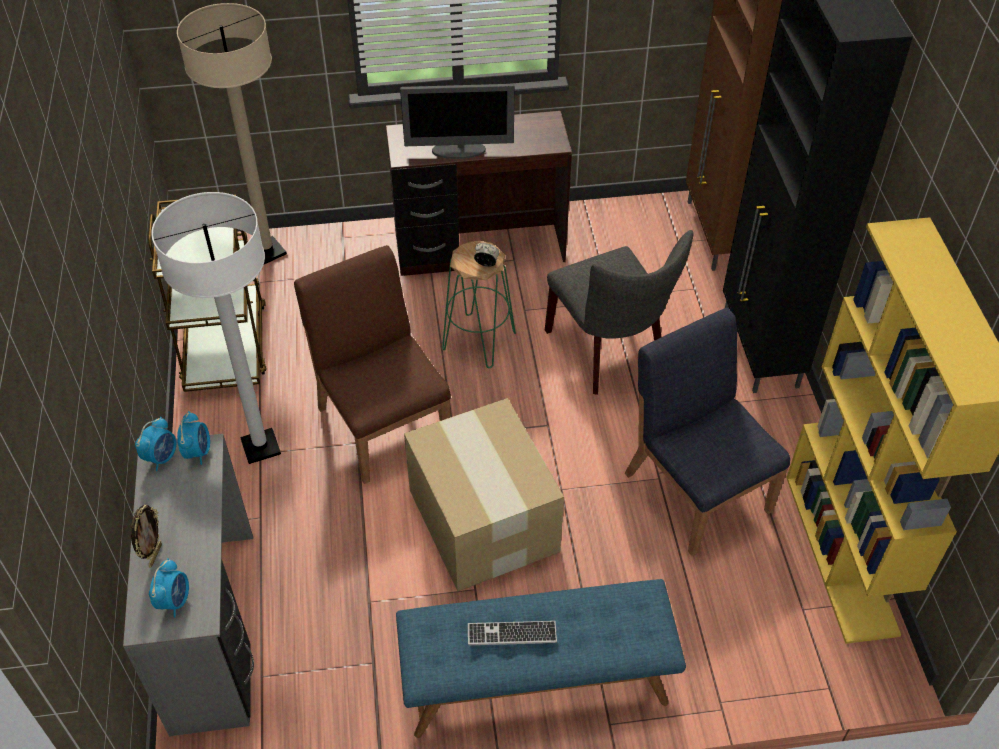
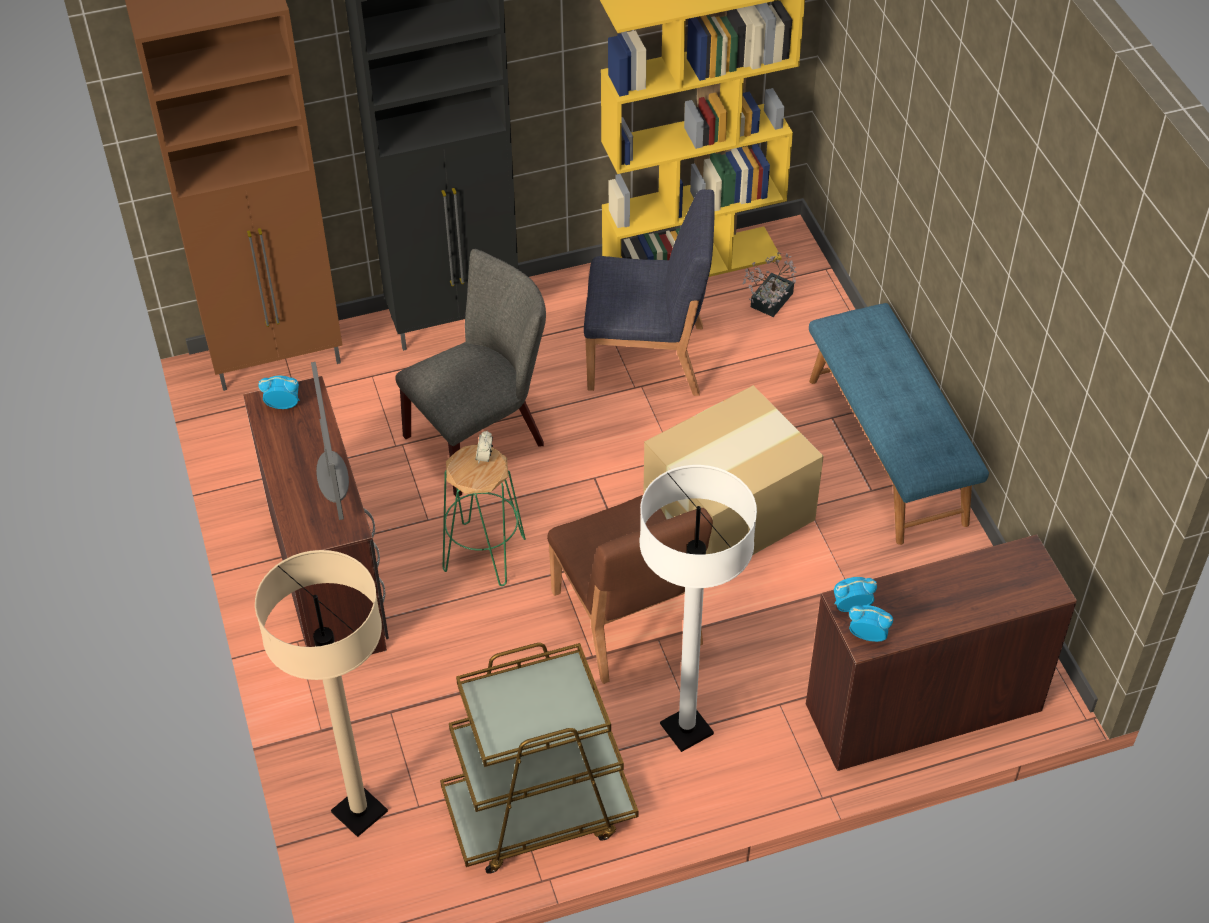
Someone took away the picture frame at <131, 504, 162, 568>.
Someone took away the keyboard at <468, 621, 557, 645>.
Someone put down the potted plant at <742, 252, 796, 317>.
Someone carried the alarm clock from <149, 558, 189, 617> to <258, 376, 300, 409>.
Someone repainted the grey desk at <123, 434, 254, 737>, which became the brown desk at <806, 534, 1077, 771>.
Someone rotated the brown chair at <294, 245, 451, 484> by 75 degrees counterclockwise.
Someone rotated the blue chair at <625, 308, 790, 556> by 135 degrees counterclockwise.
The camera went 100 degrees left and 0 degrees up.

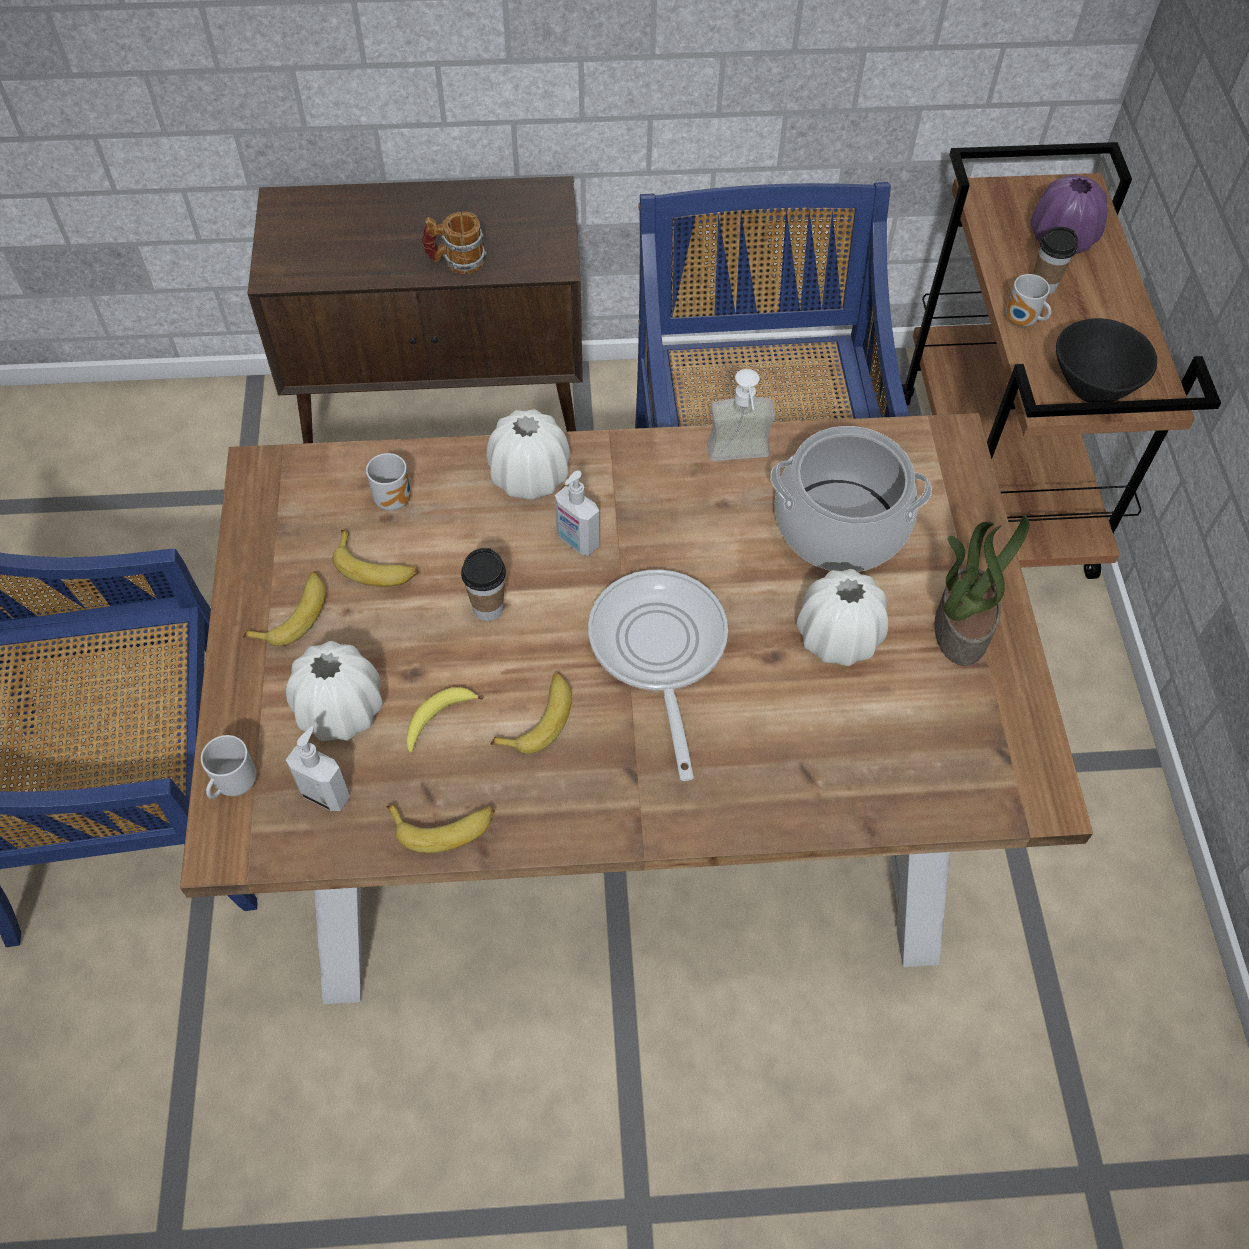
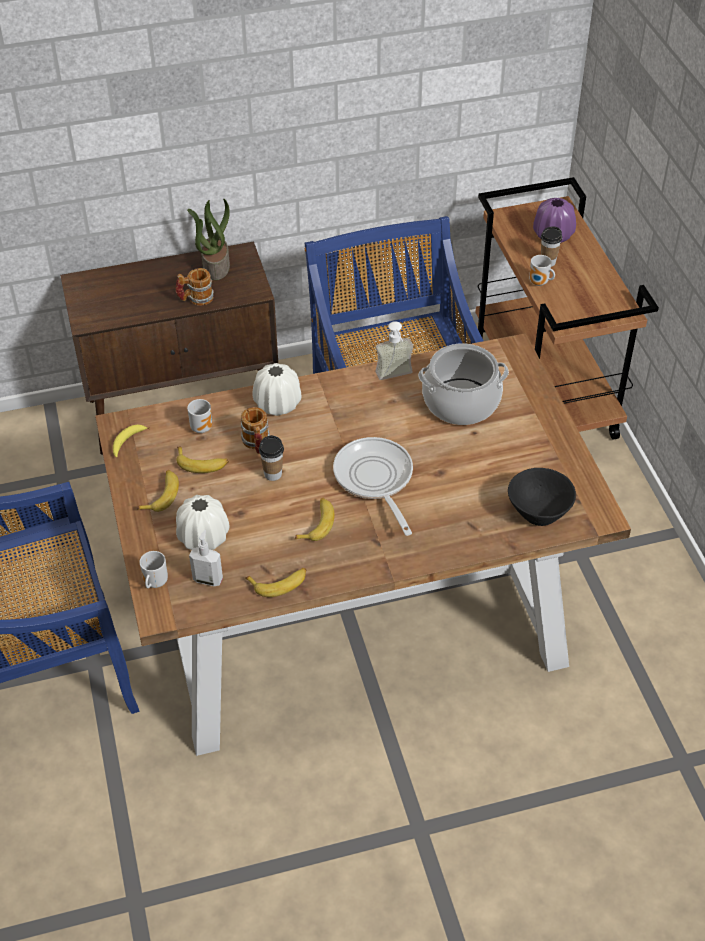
Someone took away the soap dispenser at <555, 471, 599, 556>.
Someone took away the white vase at <796, 569, 888, 666>.
Someone put down the mug at <241, 407, 270, 454>.
Someone carried the banana from <406, 687, 483, 752> to <113, 425, 150, 457>.
Someone carried the potted plant from <934, 515, 1029, 666> to <187, 198, 230, 280>.
Someone carried the black bowl from <1056, 318, 1157, 403> to <508, 468, 576, 526>.
The camera went 10 degrees left and 10 degrees down.

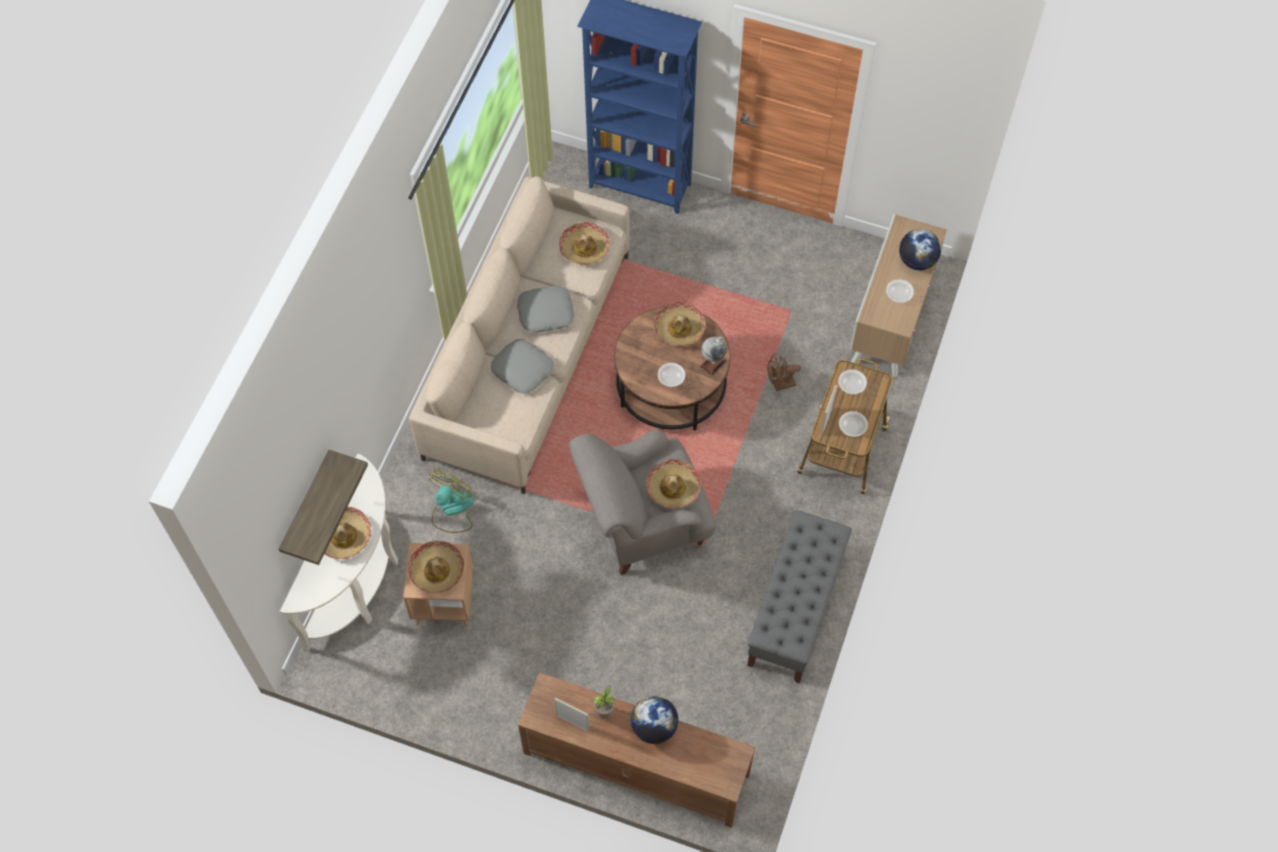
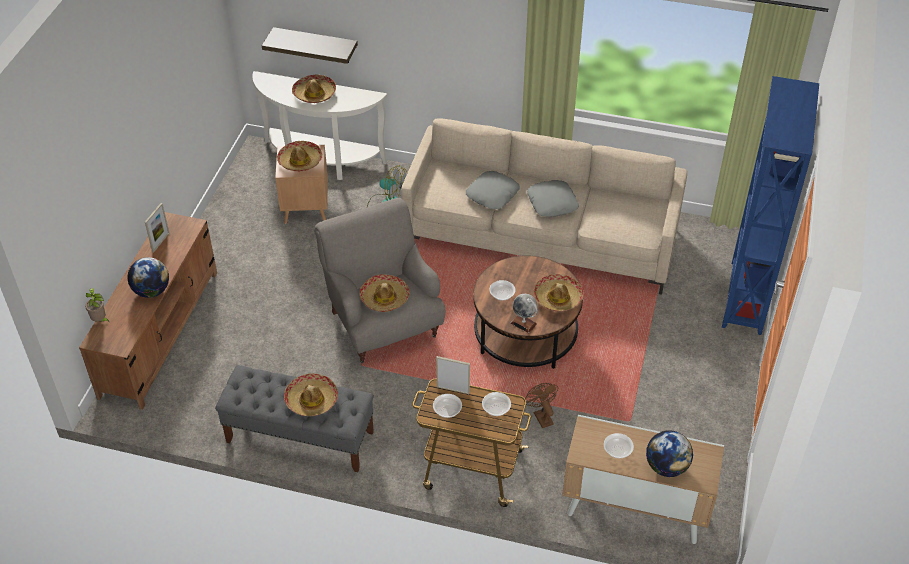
Someone carried the hat from <559, 222, 610, 265> to <284, 373, 338, 416>.
Someone carried the potted plant from <593, 685, 615, 719> to <85, 288, 110, 323>.
The camera went 85 degrees right and 15 degrees down.

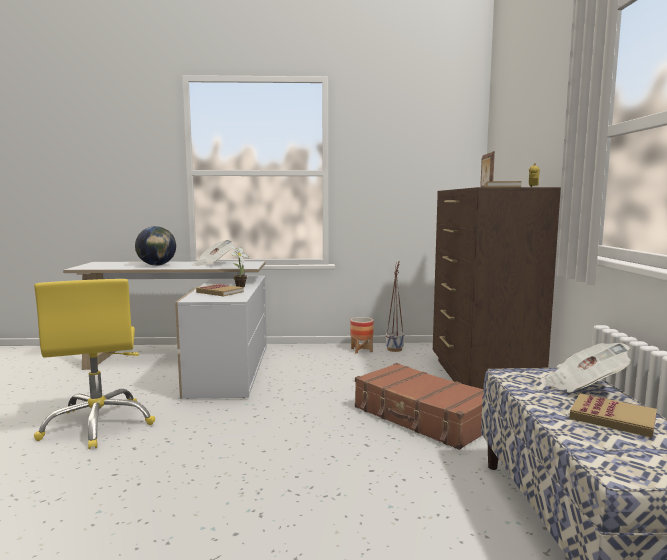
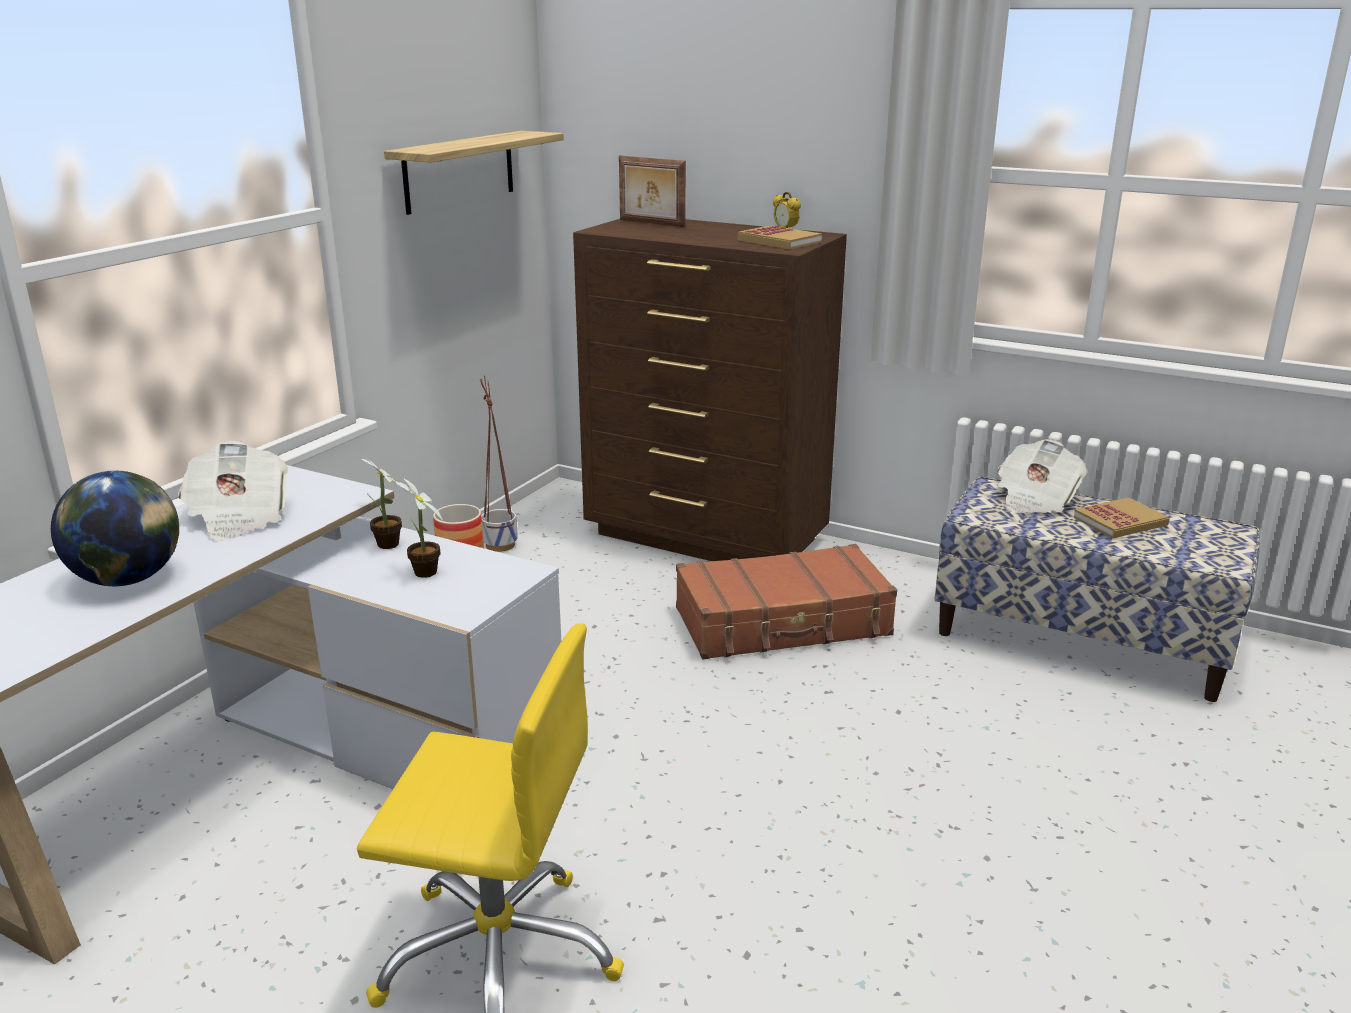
Someone put up the shelf at <384, 131, 564, 215>.
Someone swapped the book at <196, 284, 244, 297> for the potted plant at <396, 477, 443, 578>.
The camera went 60 degrees left and 15 degrees up.

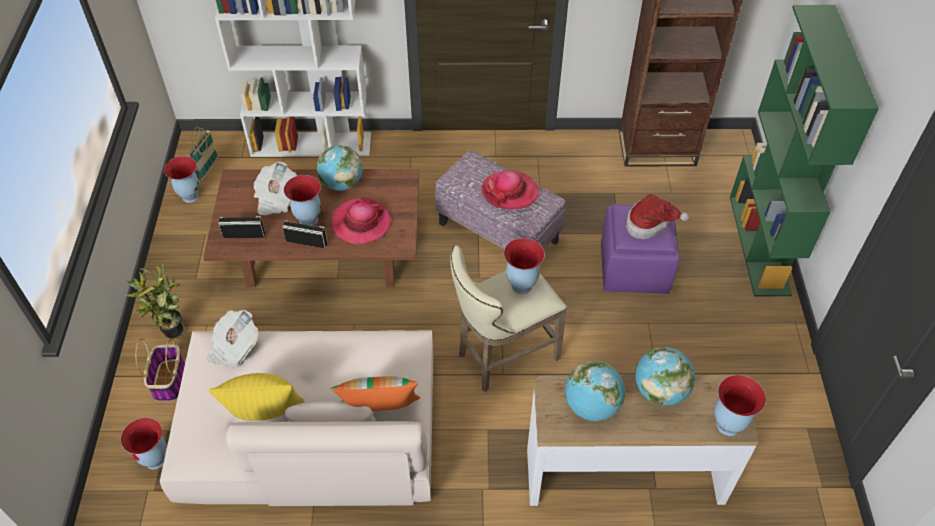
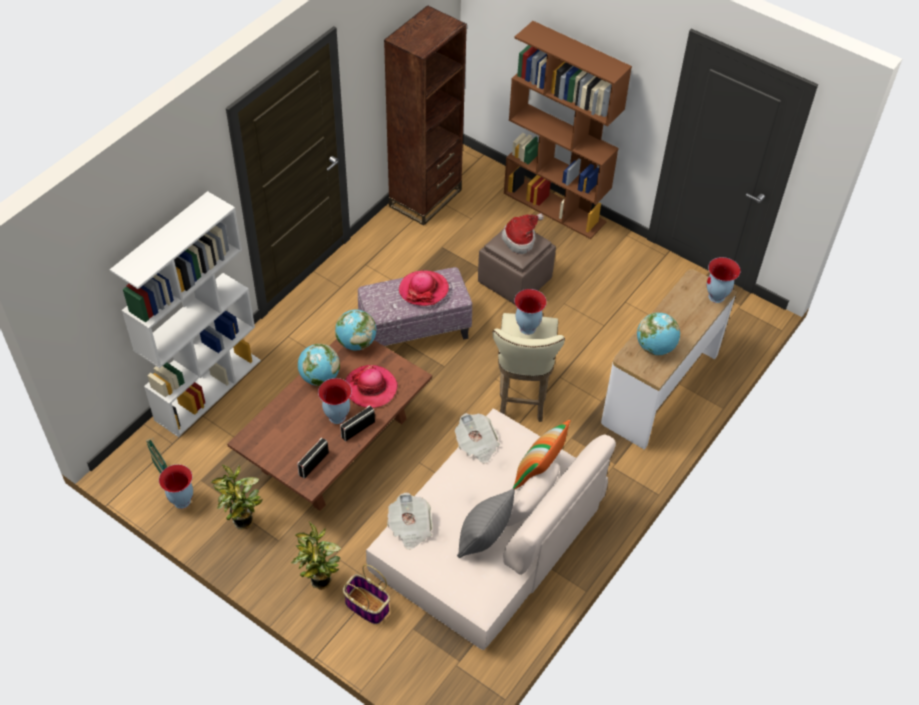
Someone took away the vase at <121, 418, 167, 469>.
Someone put down the potted plant at <211, 465, 263, 529>.
Someone carried the newspaper from <253, 162, 297, 215> to <455, 413, 500, 464>.
Someone carried the globe from <635, 347, 695, 406> to <335, 310, 376, 350>.
Someone repainted the yellow pillow at <209, 373, 304, 421>, which became the grey pillow at <457, 489, 515, 558>.
Someone repainted the purple ottoman at <601, 204, 680, 294>, which became the brown ottoman at <478, 230, 556, 304>.
Someone repainted the green bookcase at <730, 5, 879, 296>, which became the brown bookcase at <504, 21, 632, 239>.
The camera went 55 degrees left and 0 degrees up.

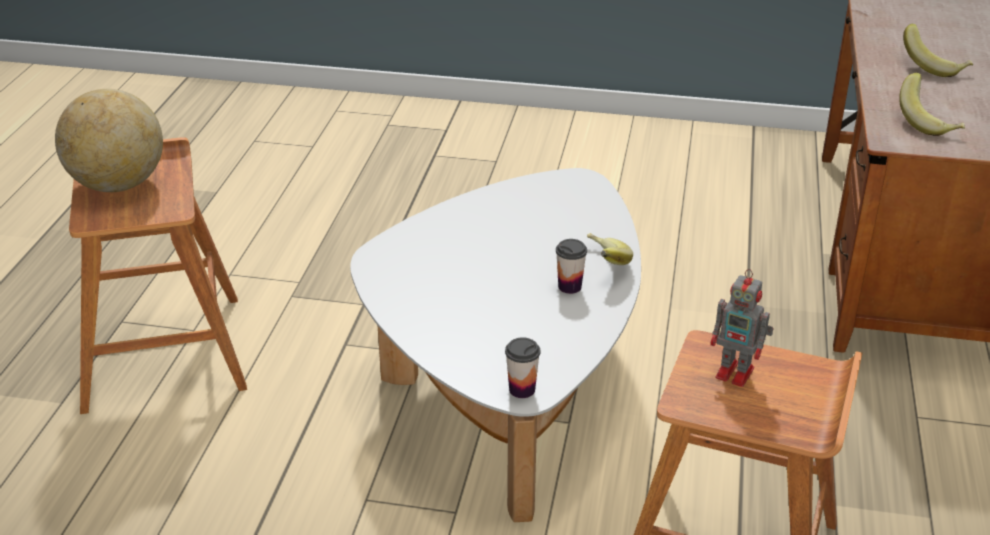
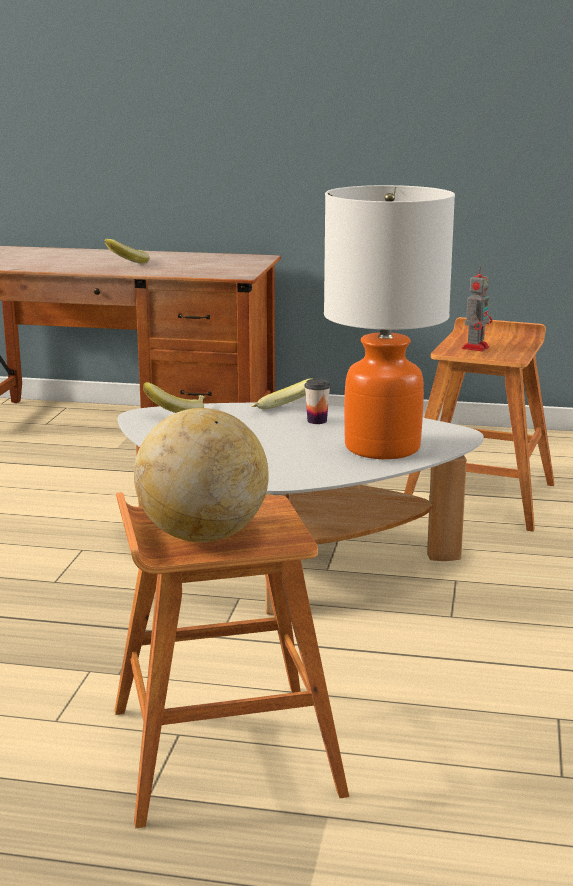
Someone took away the cup at <505, 337, 540, 398>.
Someone put down the table lamp at <324, 185, 455, 459>.
Someone carried the banana from <899, 73, 965, 136> to <143, 382, 205, 413>.
The camera went 90 degrees left and 15 degrees down.

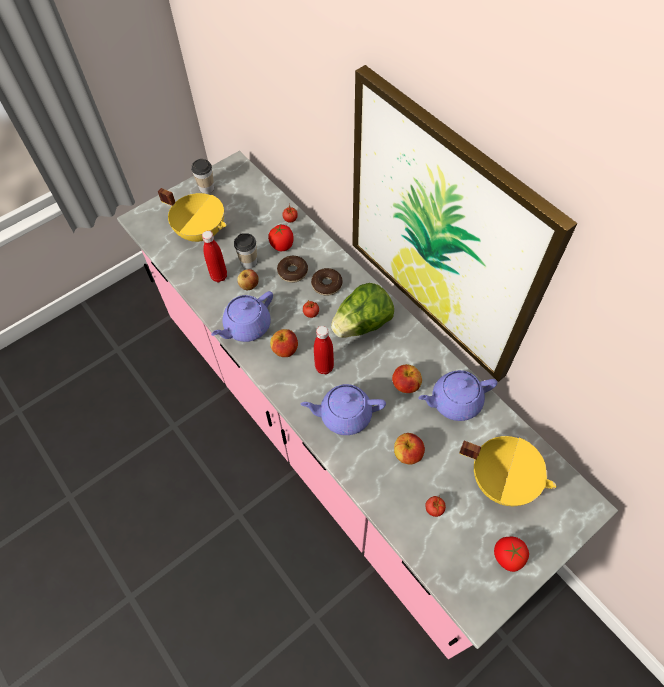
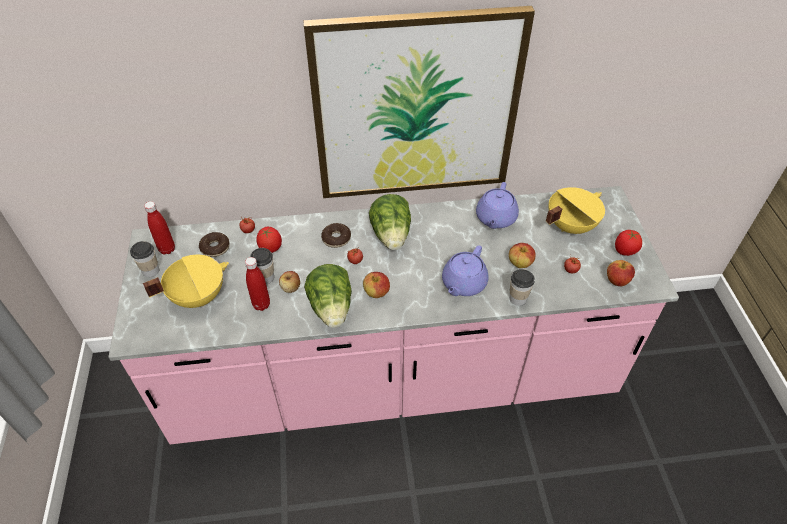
Someone put down the cup at <509, 269, 535, 306>.
Someone carried the donut from <277, 256, 308, 283> to <199, 232, 230, 257>.
Someone carried the red bottle from <314, 326, 334, 374> to <144, 201, 175, 255>.
Someone carried the apple from <392, 364, 422, 393> to <607, 260, 635, 286>.
Someone swapped the purple teapot at <211, 291, 273, 342> for the lettuce at <304, 264, 352, 328>.
The camera went 60 degrees left and 10 degrees down.

